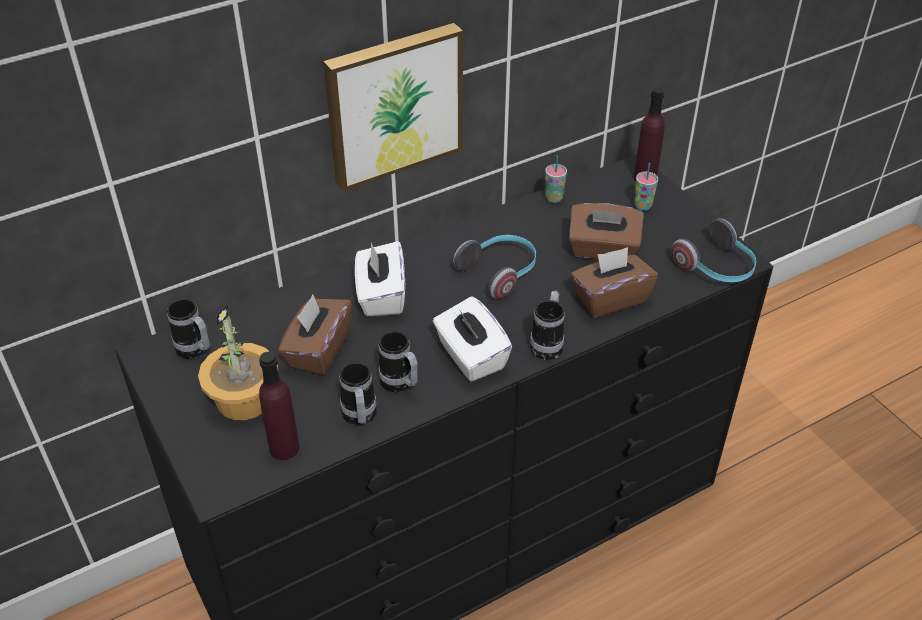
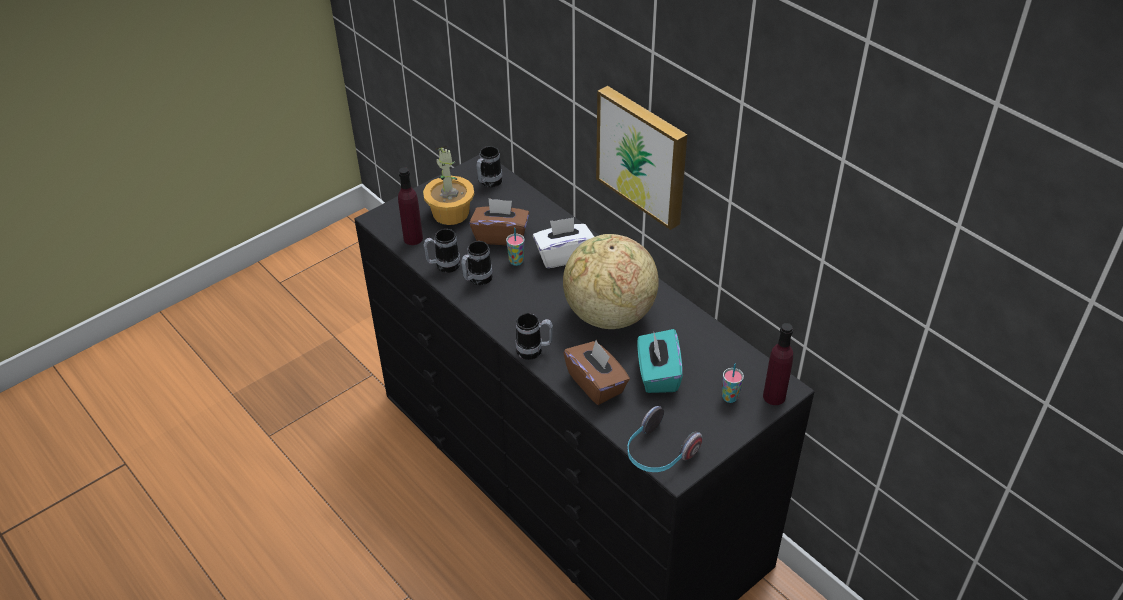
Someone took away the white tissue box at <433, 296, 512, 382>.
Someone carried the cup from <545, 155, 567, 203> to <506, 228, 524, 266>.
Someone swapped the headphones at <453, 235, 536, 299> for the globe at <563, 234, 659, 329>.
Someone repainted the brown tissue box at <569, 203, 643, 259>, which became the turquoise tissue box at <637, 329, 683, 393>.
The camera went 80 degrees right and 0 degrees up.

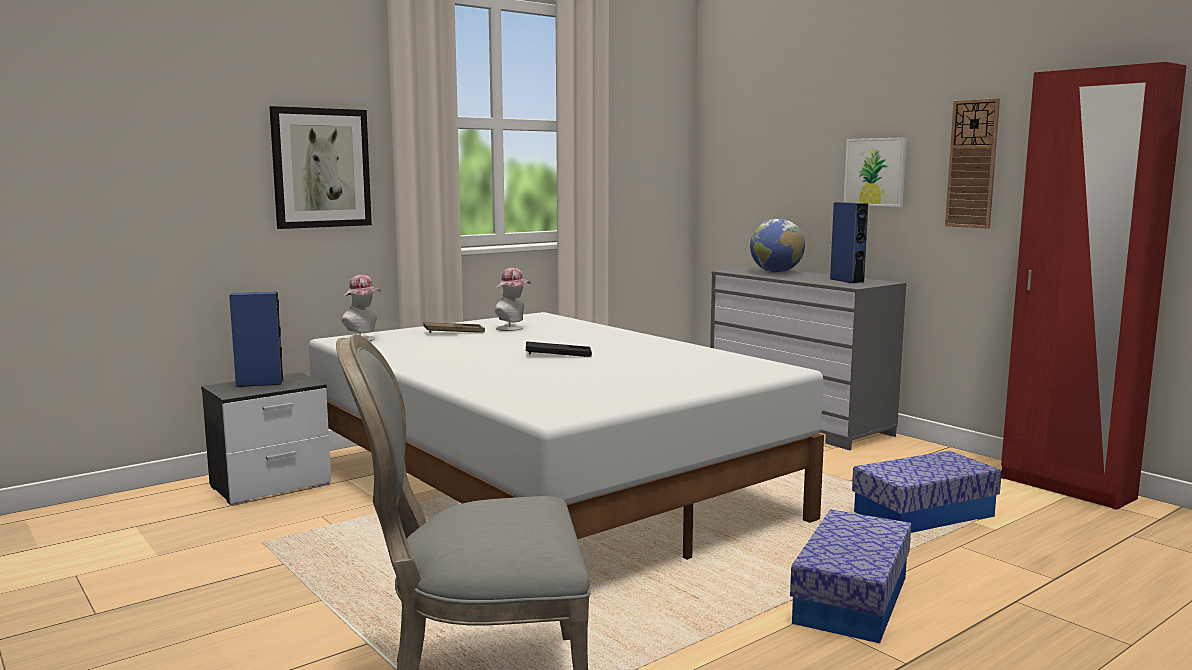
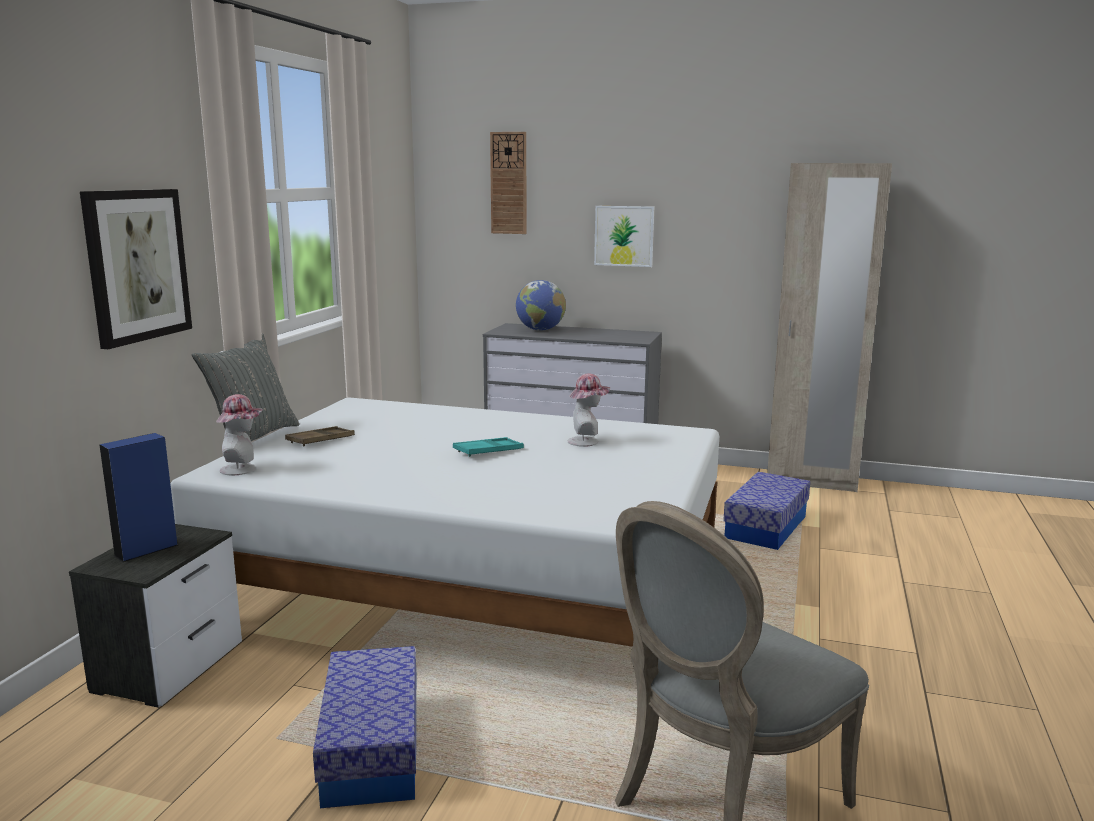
Someone took away the blue speaker at <830, 202, 868, 283>.
Someone put down the grey pillow at <192, 333, 300, 441>.
Someone carried the hat from <495, 268, 531, 331> to <568, 373, 610, 447>.
Someone carried the storage box from <790, 509, 911, 643> to <313, 646, 416, 808>.
Someone carried the wall clock from <945, 98, 1000, 229> to <490, 132, 526, 234>.
Someone repainted the black tray at <526, 341, 592, 357>, which became the turquoise tray at <453, 437, 524, 457>.
Someone repainted the red wardrobe at <1001, 62, 1187, 510>, which became the beige wardrobe at <767, 163, 892, 492>.
The camera went 35 degrees left and 5 degrees up.

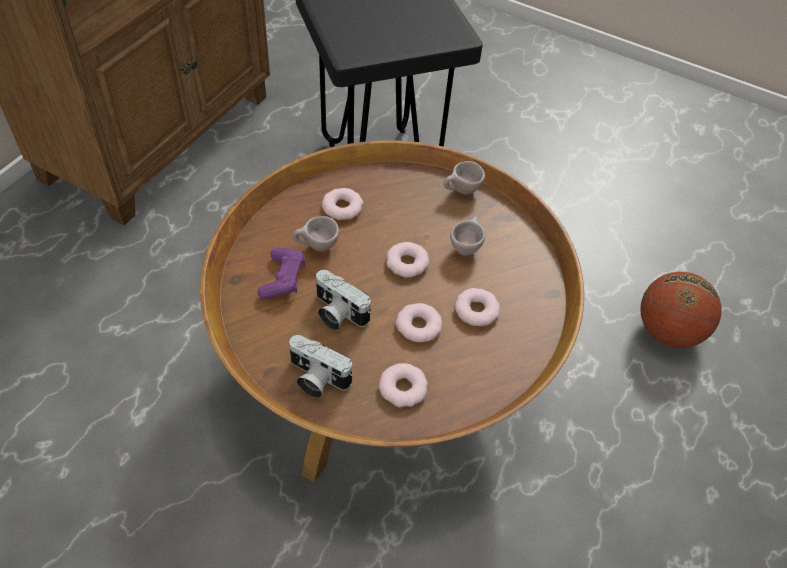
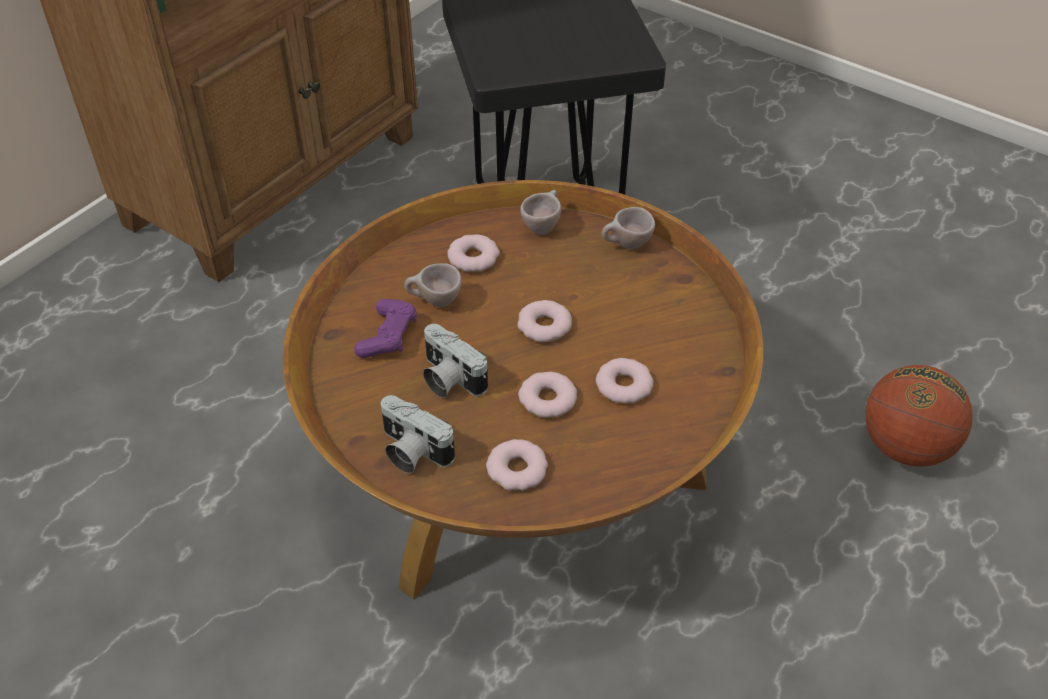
Someone carried the beige cup from <450, 217, 485, 256> to <520, 190, 561, 235>.
The camera went 10 degrees right and 5 degrees down.

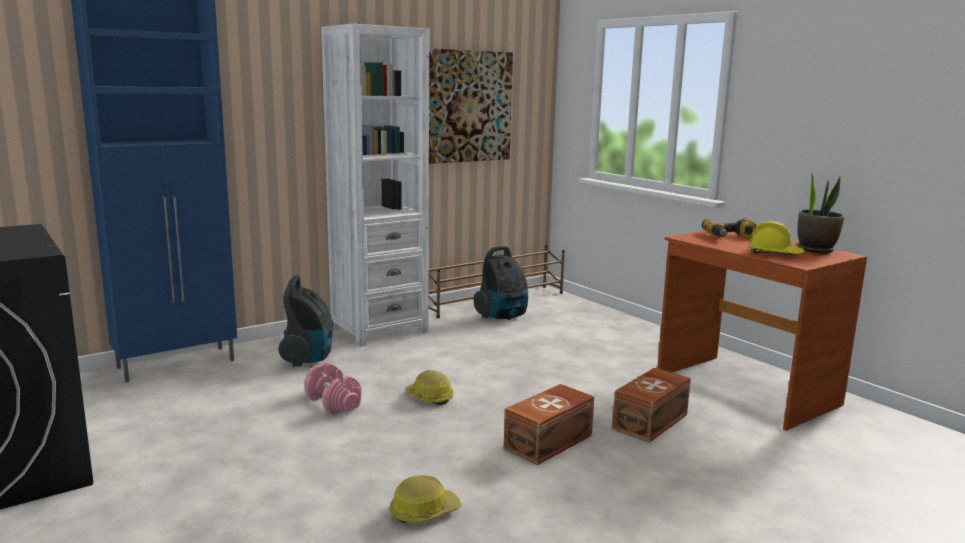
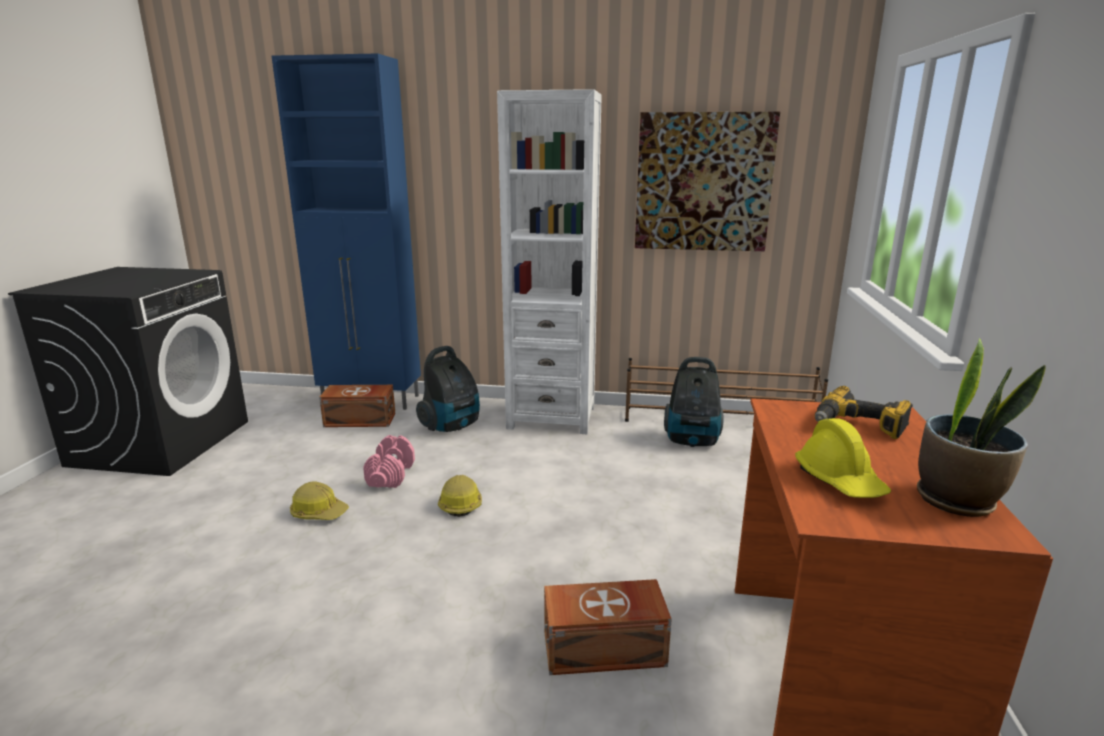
Someone carried the hard hat from <389, 475, 462, 524> to <290, 481, 349, 520>.
Someone carried the brown storage box from <504, 384, 594, 465> to <319, 385, 395, 427>.
The camera went 45 degrees right and 5 degrees up.

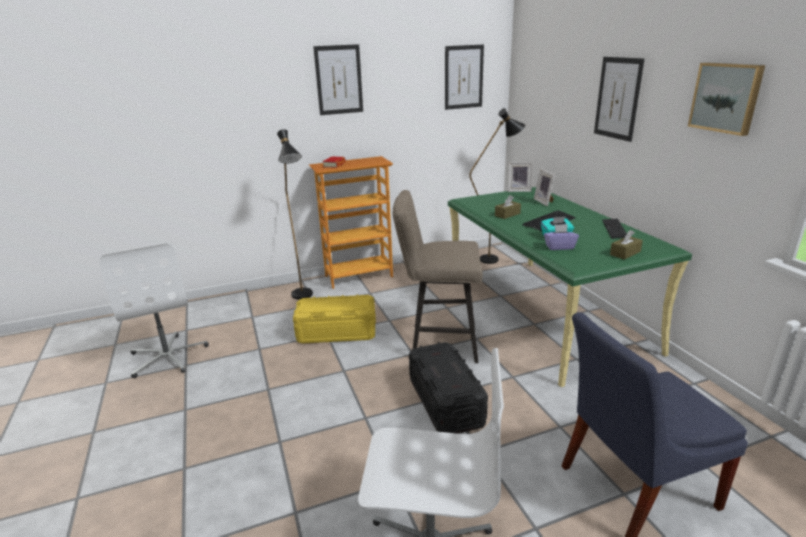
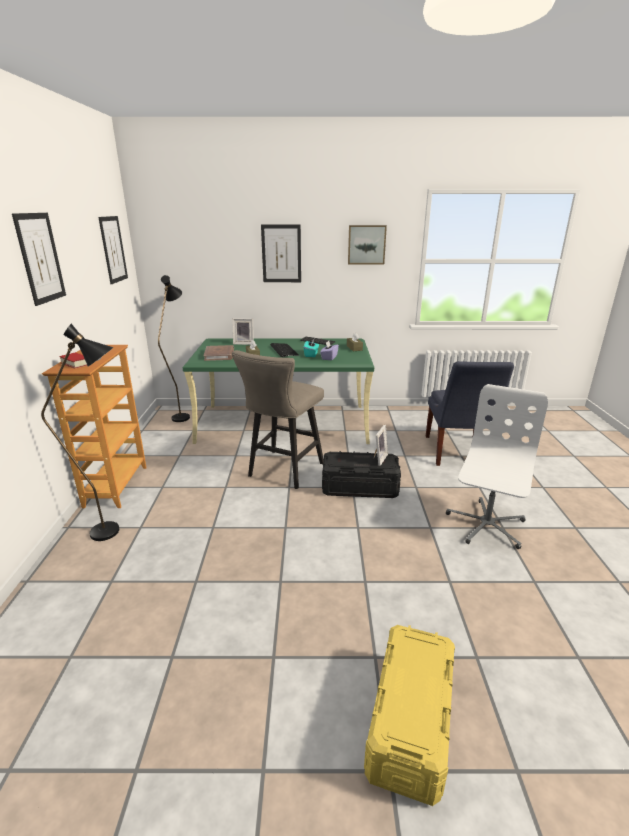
Someone took away the white office chair at <99, 243, 209, 378>.
Someone put down the brown book at <204, 345, 234, 361>.
Someone carried the yellow storage box from <293, 294, 376, 343> to <364, 625, 455, 806>.
Someone carried the picture frame from <507, 162, 533, 192> to <374, 425, 388, 466>.
The camera went 70 degrees left and 0 degrees up.

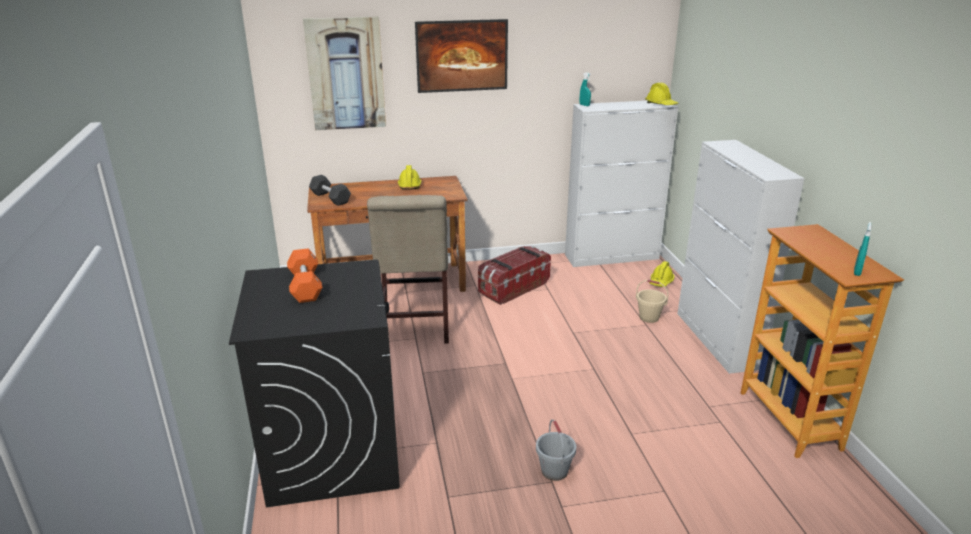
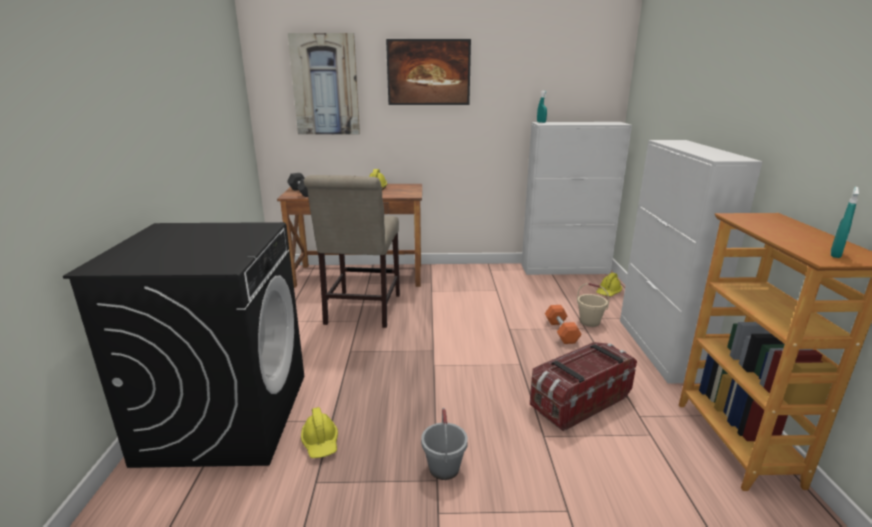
Someone carried the orange dumbbell from <287, 248, 323, 303> to <545, 305, 582, 344>.
Someone carried the storage box from <478, 246, 551, 305> to <530, 342, 637, 432>.
Someone carried the yellow hard hat from <645, 83, 678, 105> to <301, 407, 338, 458>.
The camera went 10 degrees right and 5 degrees down.

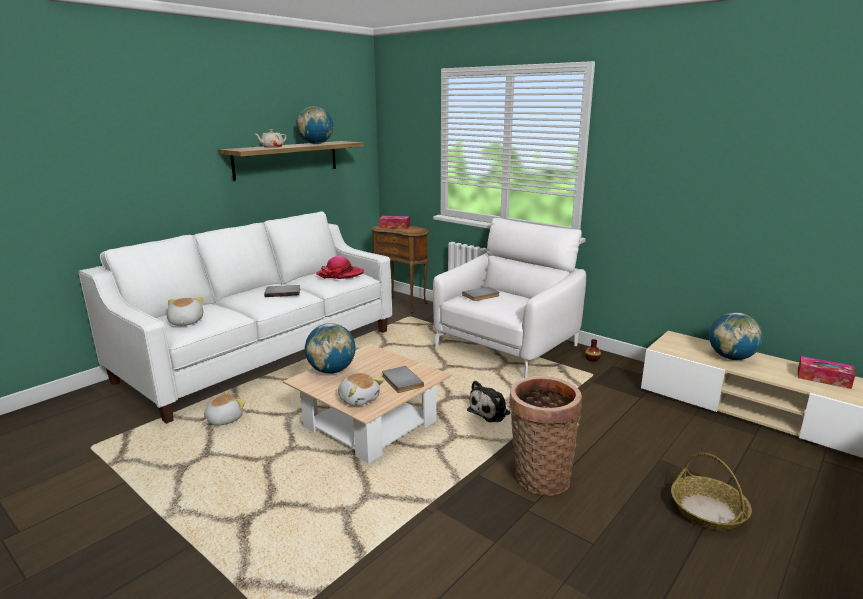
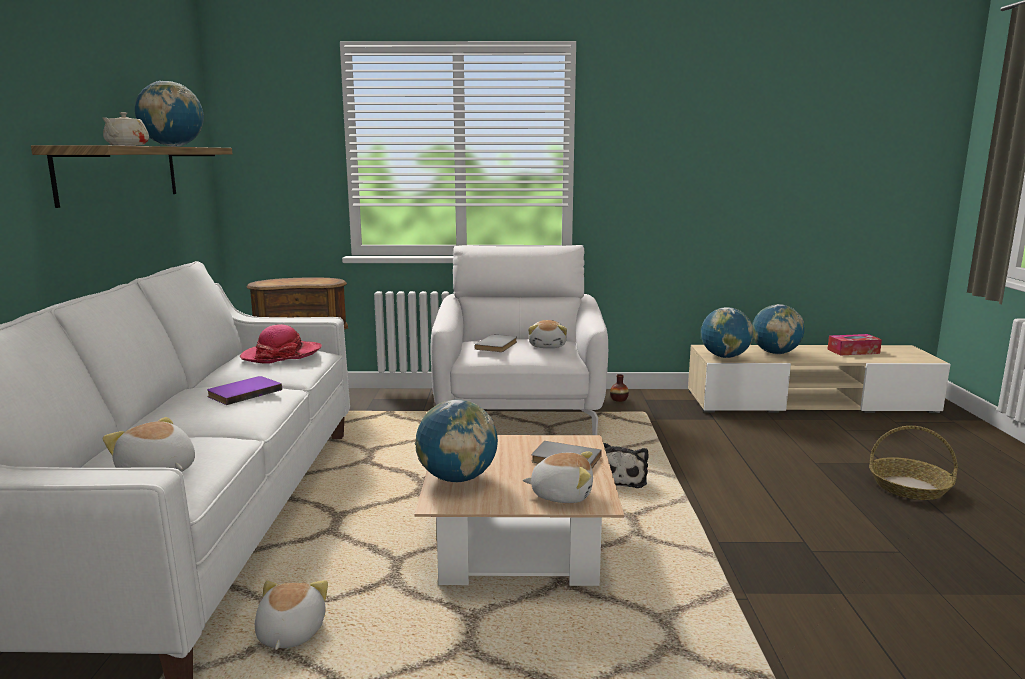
Someone took away the tissue box at <379, 216, 410, 229>.
Someone took away the basket at <509, 376, 582, 496>.
Someone put down the plush toy at <528, 320, 567, 348>.
Someone put down the globe at <701, 307, 753, 358>.
Someone repainted the grey book at <264, 285, 300, 297>, which became the purple book at <207, 376, 282, 405>.
The camera went 40 degrees left and 5 degrees down.

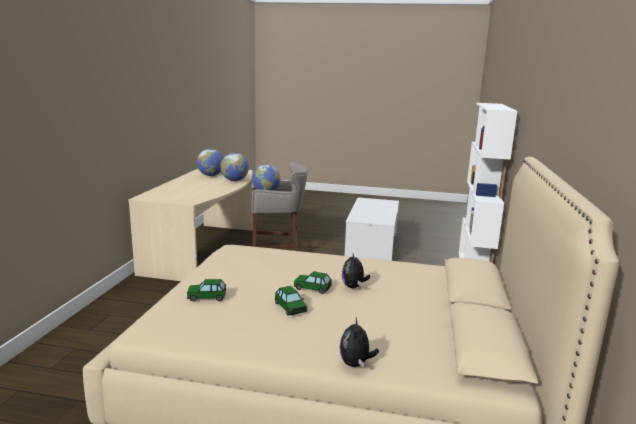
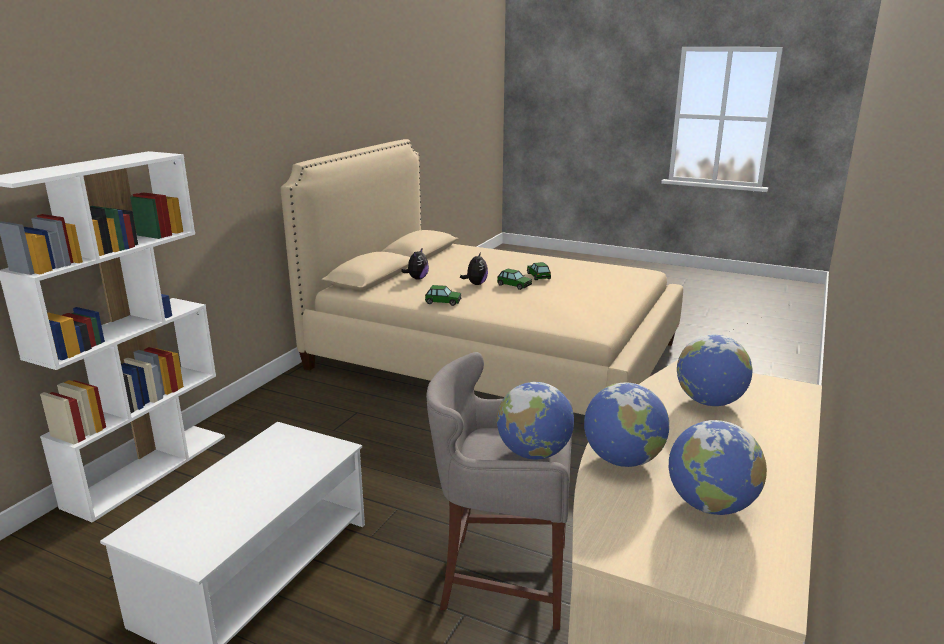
Someone put down the globe at <677, 335, 753, 406>.
Someone carried the toy car from <187, 279, 226, 301> to <425, 285, 461, 306>.
Someone carried the plush toy from <339, 318, 379, 367> to <401, 247, 429, 280>.
The camera went 165 degrees left and 5 degrees up.

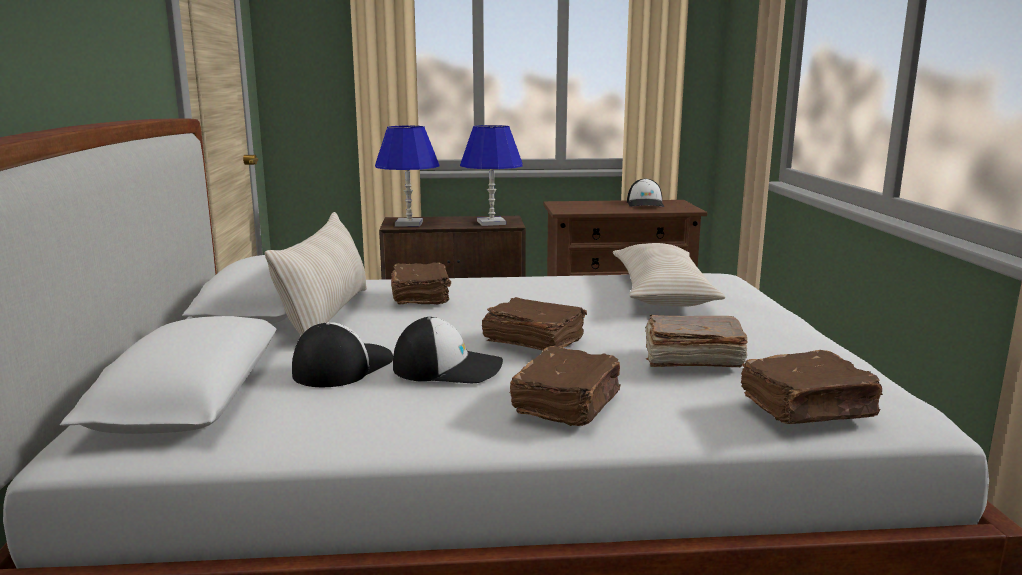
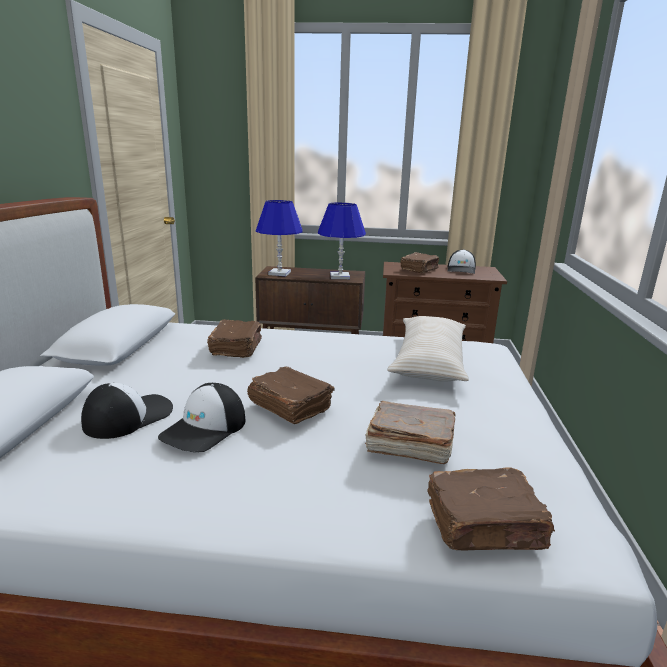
Someone took away the beige pillow at <265, 212, 367, 335>.
Someone carried the brown book from <510, 346, 621, 426> to <400, 252, 439, 273>.
Someone rotated the cap at <393, 317, 503, 383> by 105 degrees clockwise.
The camera went 10 degrees right and 5 degrees up.

